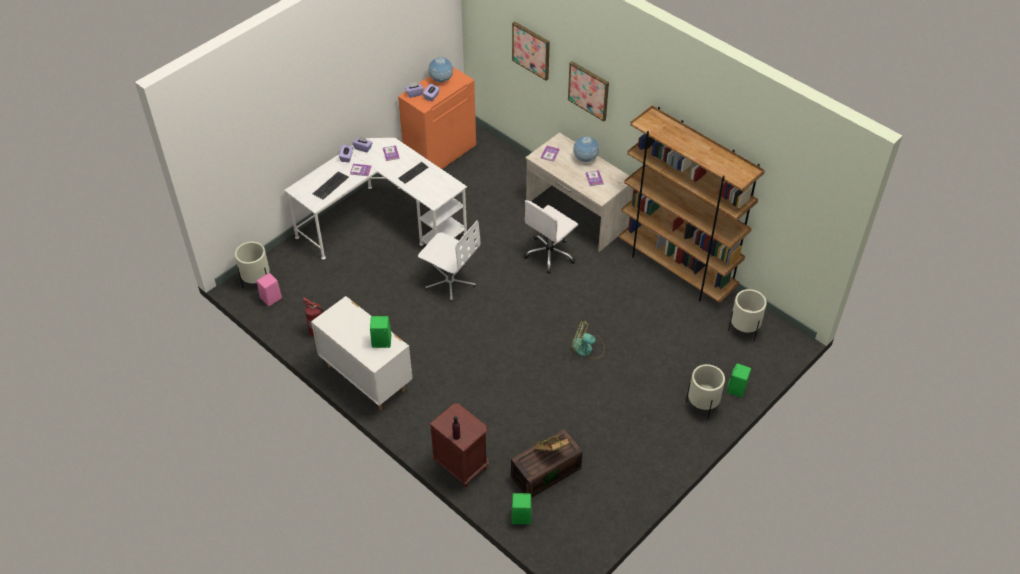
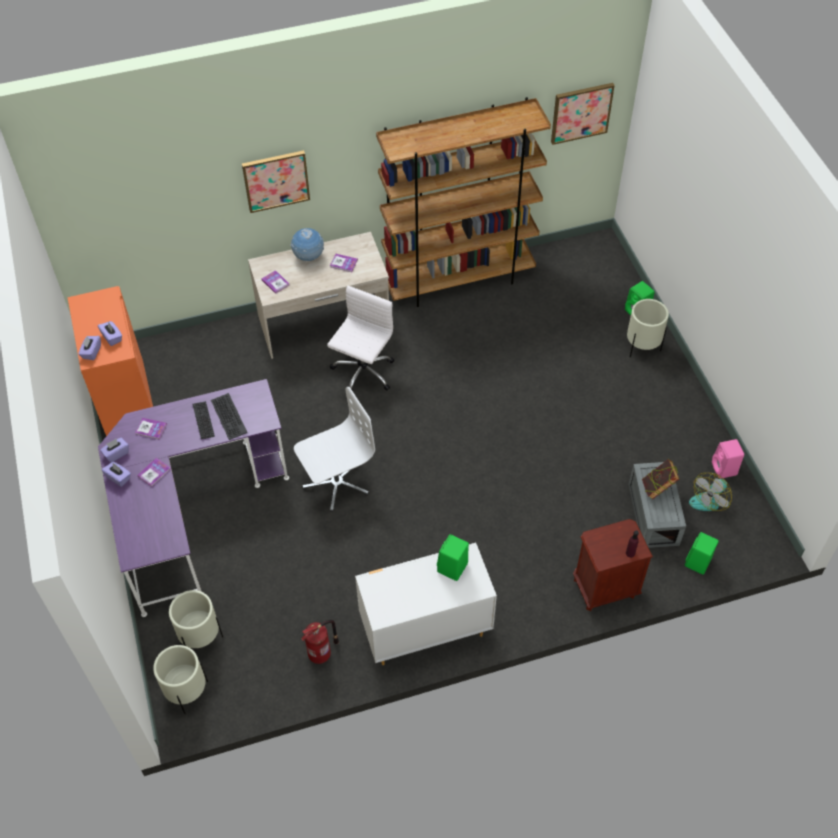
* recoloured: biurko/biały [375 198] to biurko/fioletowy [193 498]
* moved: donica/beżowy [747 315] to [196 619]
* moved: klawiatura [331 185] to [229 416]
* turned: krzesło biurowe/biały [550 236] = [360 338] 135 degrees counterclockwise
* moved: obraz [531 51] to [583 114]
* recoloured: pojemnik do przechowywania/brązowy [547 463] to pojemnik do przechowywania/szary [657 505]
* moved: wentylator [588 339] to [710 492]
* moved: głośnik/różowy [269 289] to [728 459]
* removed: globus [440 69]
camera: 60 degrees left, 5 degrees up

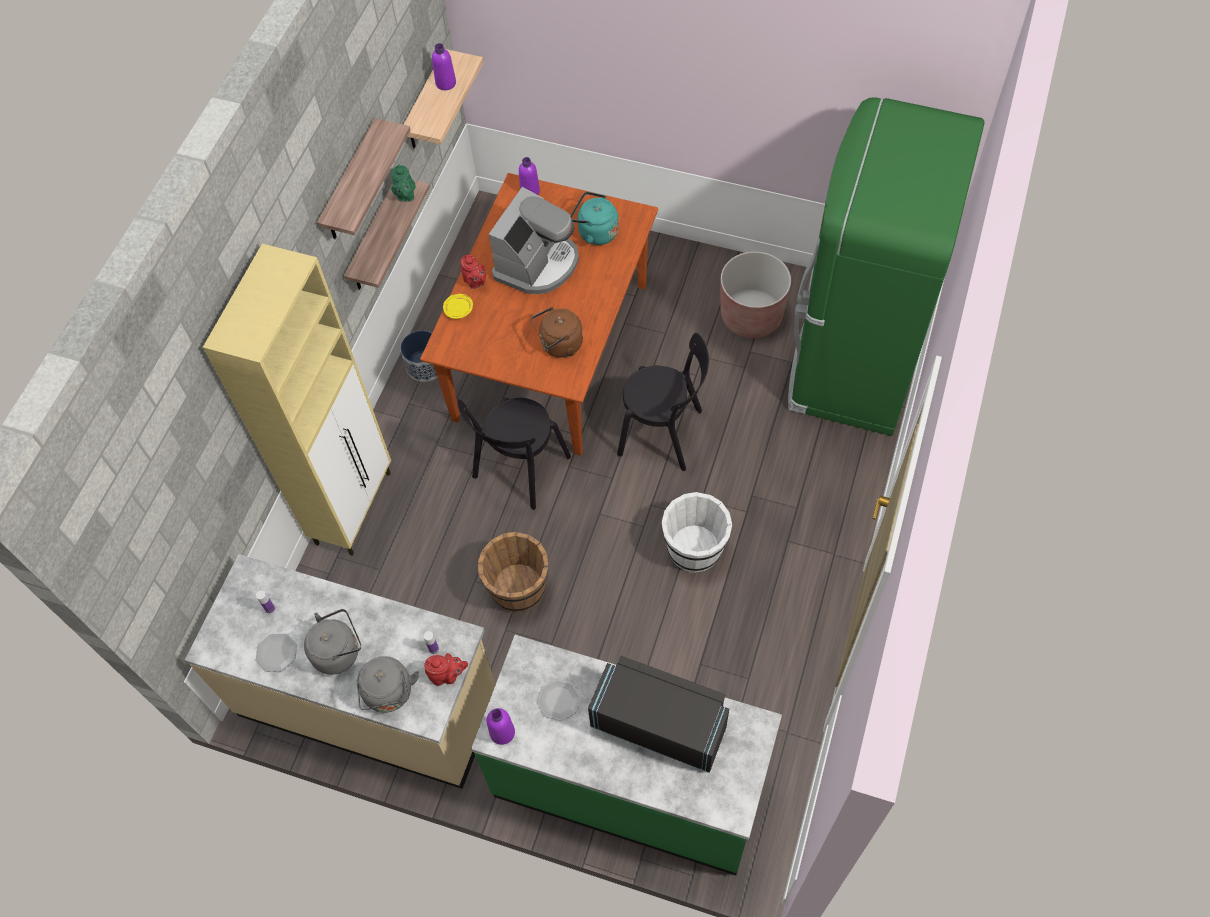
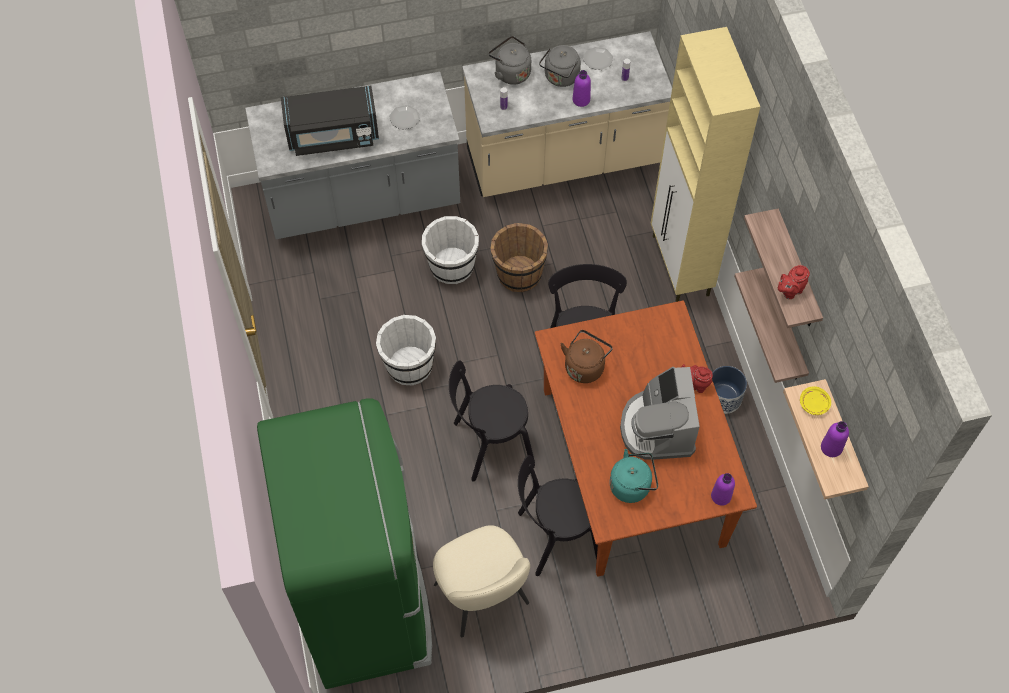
* recoloured: zabudowa kuchenna/zielony [626 755] to zabudowa kuchenna/szary [352 155]
* added: wiadro/biały [450 250]
* replaced: donica/brązowy [755 294] to krzesło/beżowy [481 581]
* added: krzesło/czarny [558 515]
* moved: butelka/fioletowy [501 726] to [582 88]
* moved: imbryk/czerwony [446 669] to [794 282]
* moved: talerz/żółty [458 306] to [815 400]
* removed: imbryk/zielony [403 183]
camera: 145 degrees right, 0 degrees up

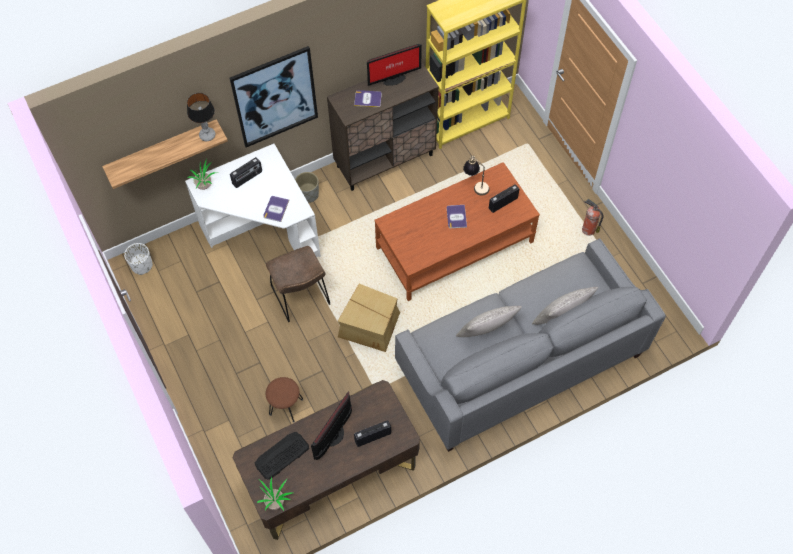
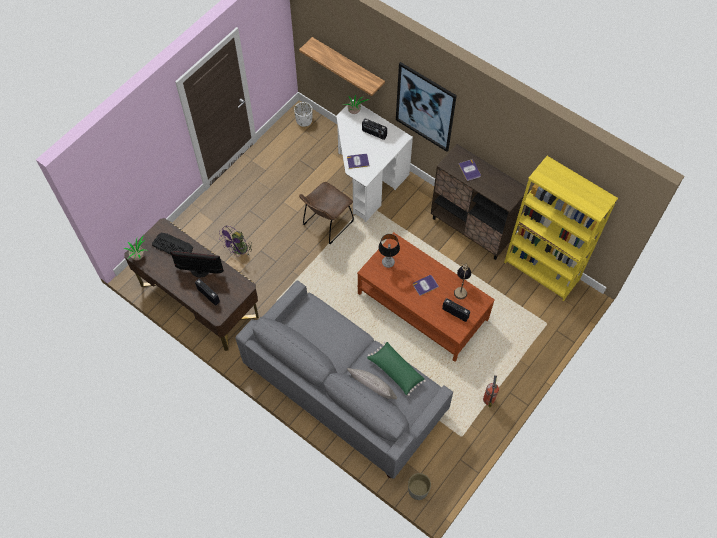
* replaced: stołek/brązowy [284 400] to wentylator/fioletowy [236 241]
* added: poduszka/zielony [396 368]
* moved: lampa stołowa [201 117] to [389 251]
* moved: donica/szary [307 187] to [419 486]
* removed: karton [369 318]
* removed: monitor [394 65]
* removed: poduszka/szary [489 321]
camera: 65 degrees right, 0 degrees up

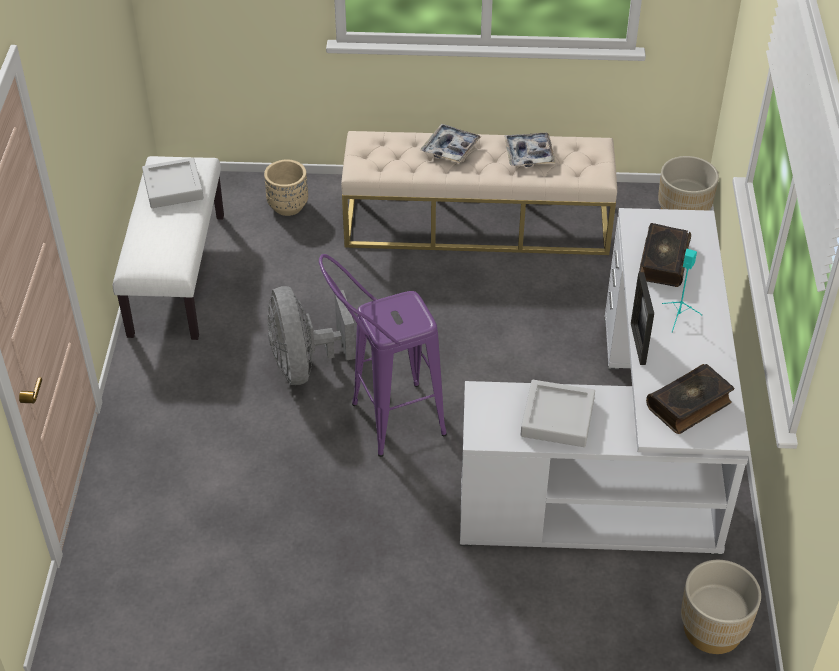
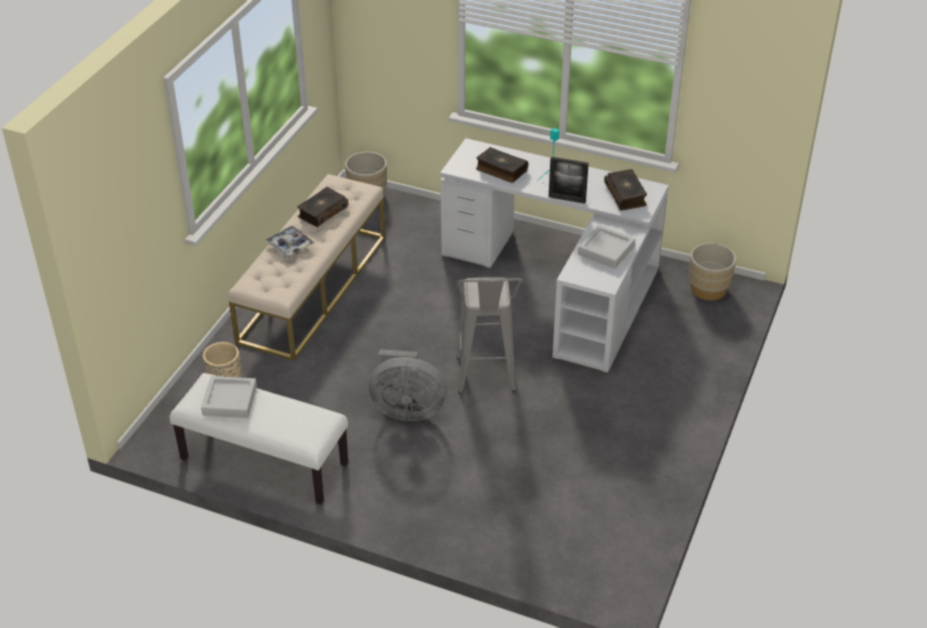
* replaced: taca [530 150] to książka [322 207]
* recoloured: stołek/fioletowy [383 355] to stołek/szary [489 335]
camera: 70 degrees left, 5 degrees down

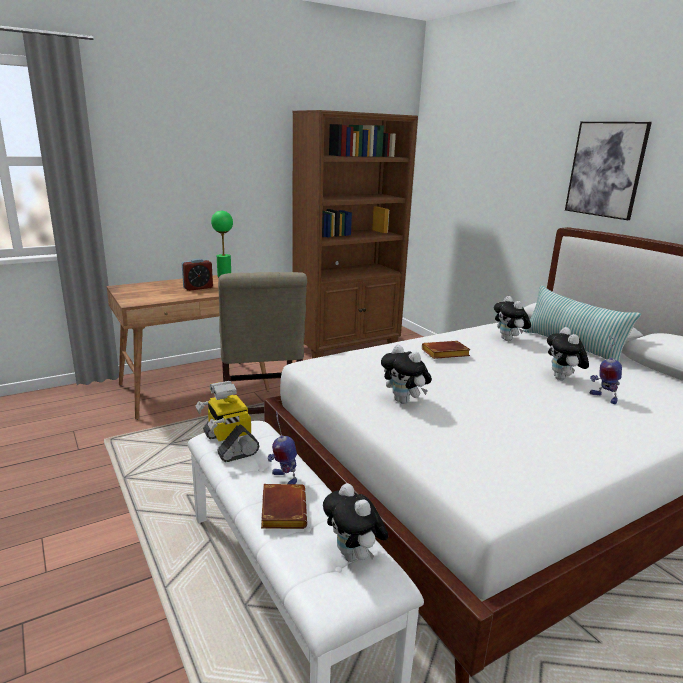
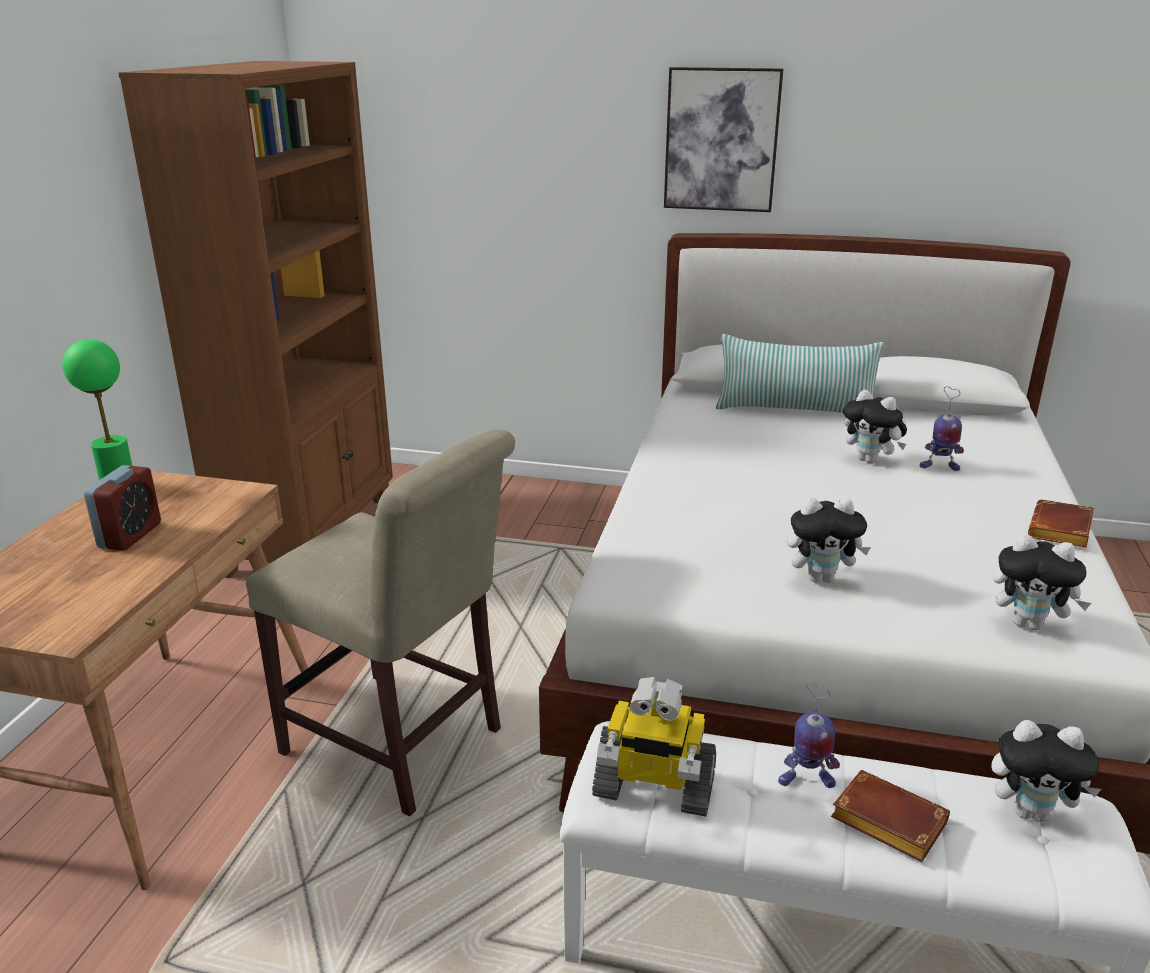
* moved: pluszak [512 318] to [1042 582]
* moved: książka/brązowy [446 350] to [1061 523]
camera: 45 degrees left, 5 degrees up

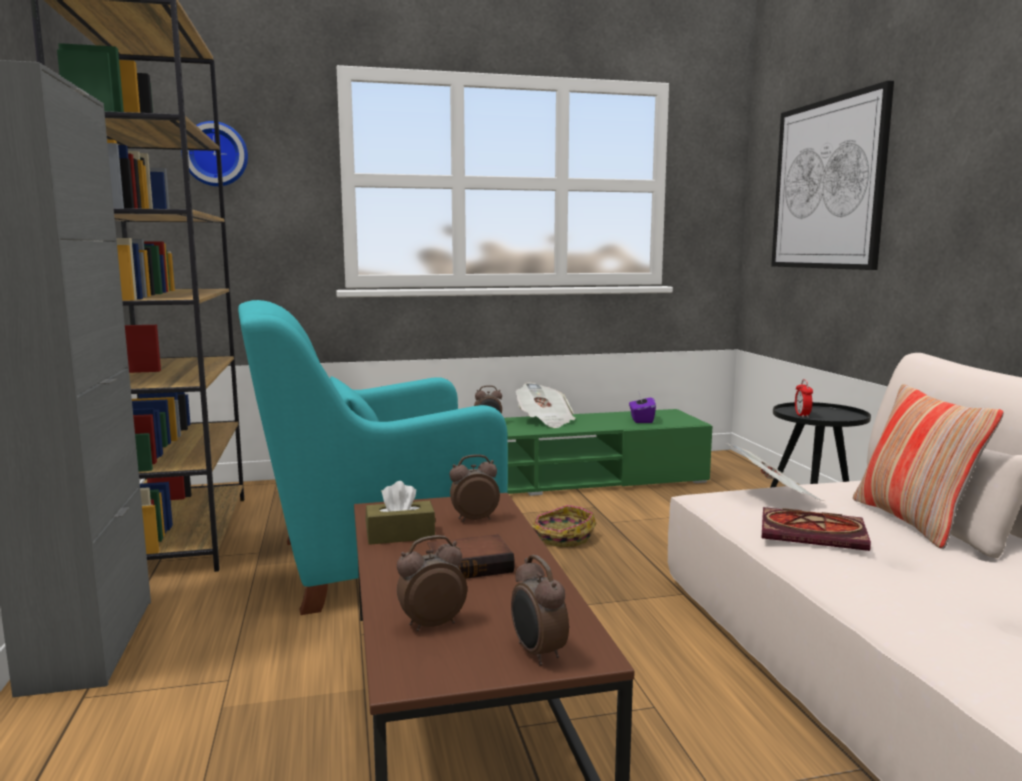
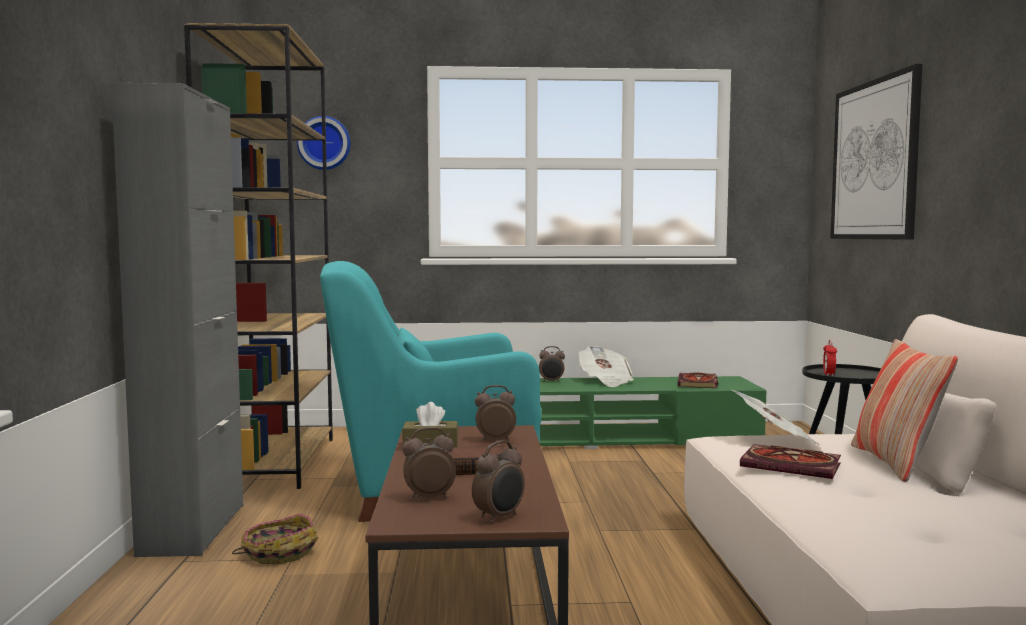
* moved: koszyk [564 526] to [275 539]
* turned: budzik [540 610] = [498 481] 120 degrees counterclockwise
* replaced: pudełko chusteczek/fioletowy [642 407] to książka [698 380]
camera: 10 degrees right, 5 degrees down

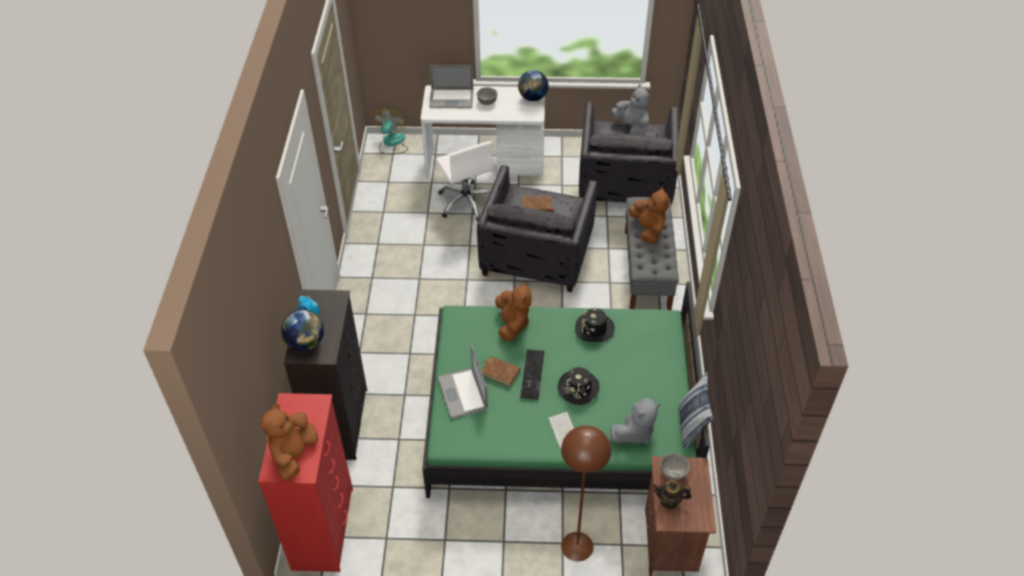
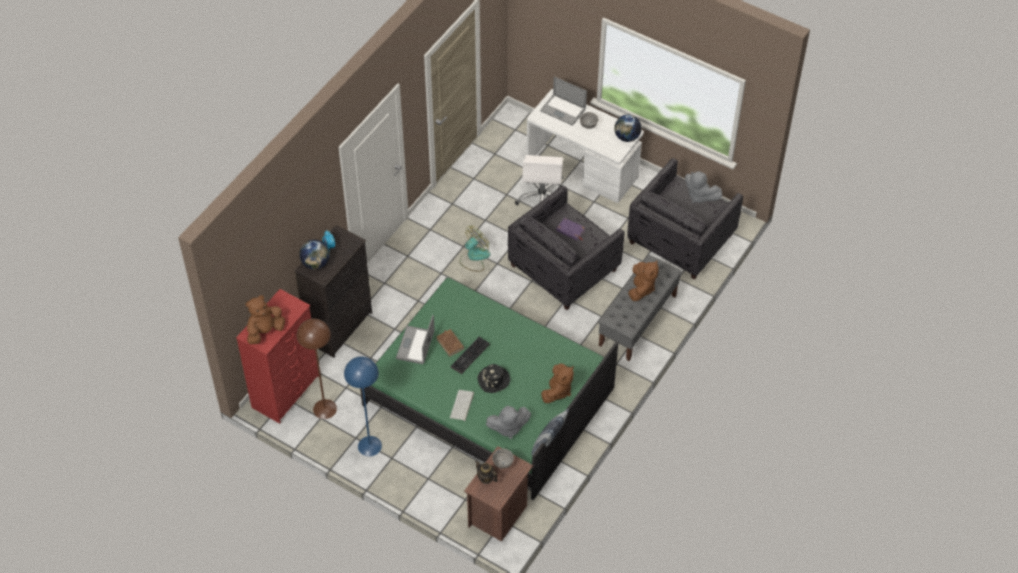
* moved: lampa stojąca/brązowy [586 493] to [317 368]
* added: lampa stojąca/niebieski [363 406]
* moved: wentylator [391 131] to [475 249]
* moved: pluszak/brązowy [513 311] to [557 383]
* recoloured: książka/brązowy [539 204] to książka/fioletowy [570 229]
* turned: pluszak/szary [630 110] = [703 187] 135 degrees clockwise
* removed: kapelusz/czarny [595 325]
camera: 30 degrees right, 5 degrees up

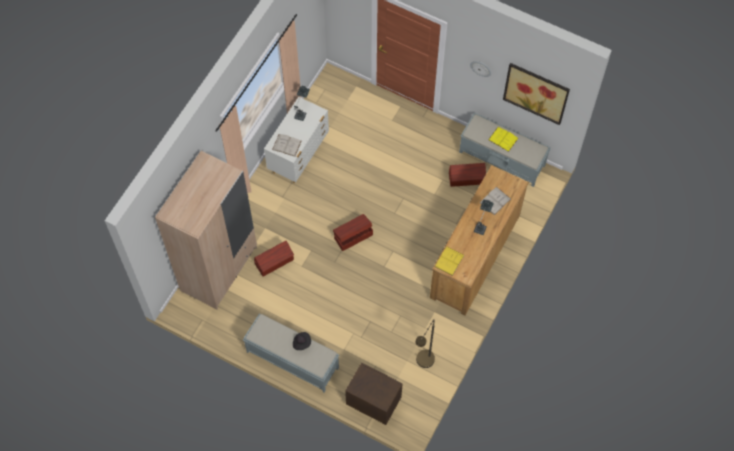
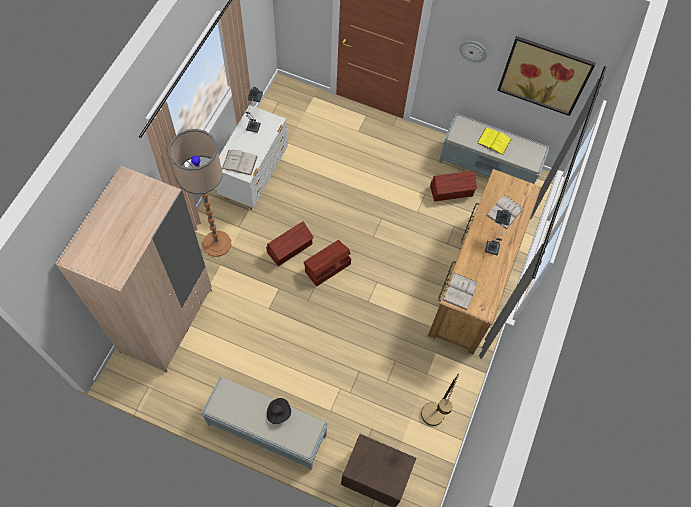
* added: lampa stojąca [199 193]
* moved: pojemnik do przechowywania/brązowy [274 259] to [290 243]
* recoloured: książka/żółty [449 261] to książka/biały [460 291]
camera: 10 degrees left, 0 degrees up

